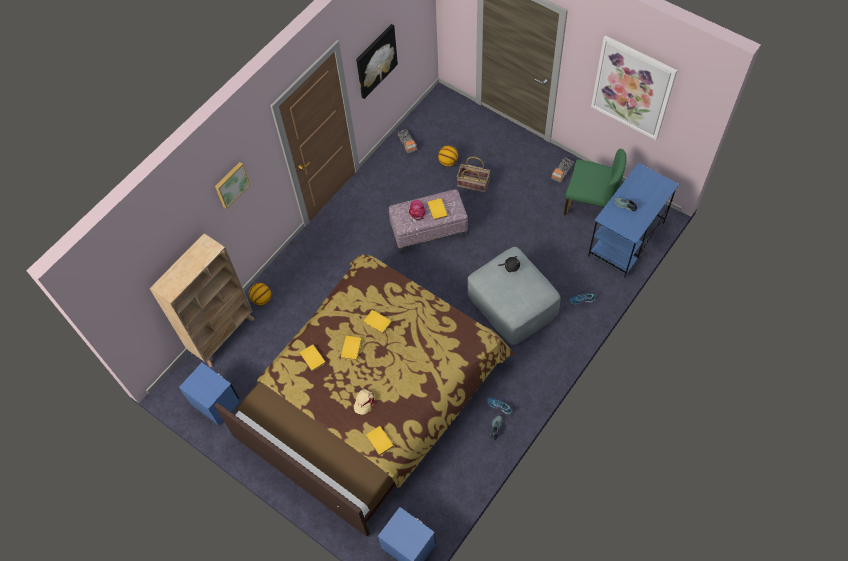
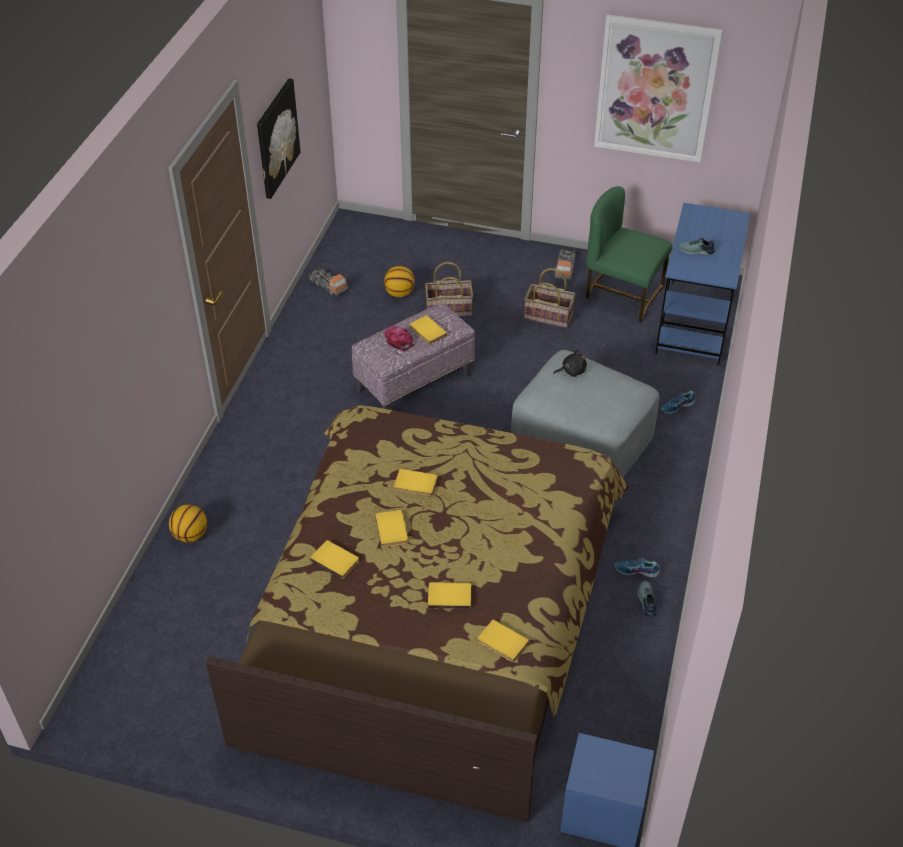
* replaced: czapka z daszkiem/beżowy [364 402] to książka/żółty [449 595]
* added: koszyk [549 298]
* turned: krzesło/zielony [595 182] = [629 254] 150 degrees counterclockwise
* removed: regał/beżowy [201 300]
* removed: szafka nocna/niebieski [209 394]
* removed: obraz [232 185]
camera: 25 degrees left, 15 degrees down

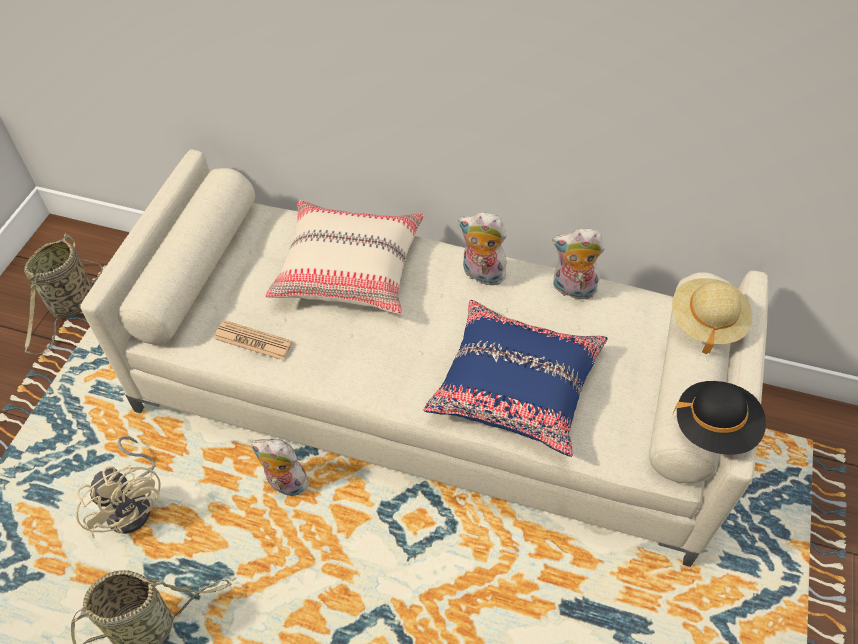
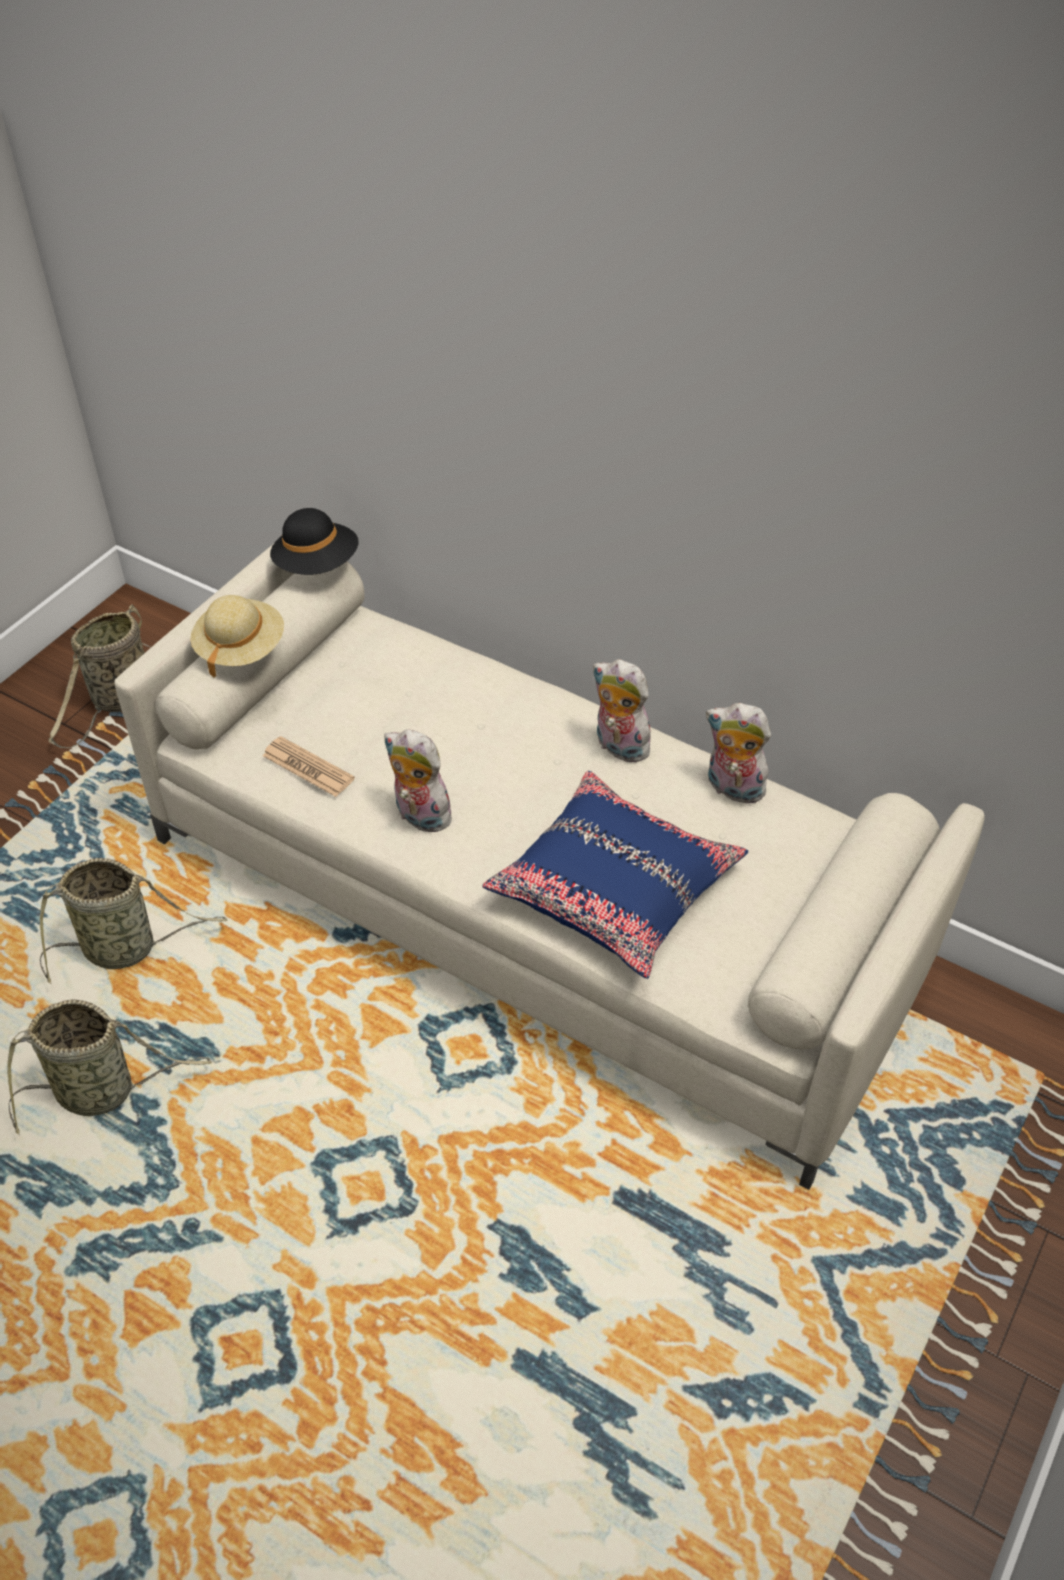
* replaced: wentylator/beżowy [118 487] to koszyk [133 921]
* moved: kapelusz/beżowy [712 316] to [237 636]
* moved: kapelusz/czarny [719 418] to [314 541]
* moved: pluszak [281 467] to [421 780]
* removed: poduszka/beżowy [344 257]
camera: 15 degrees right, 5 degrees down

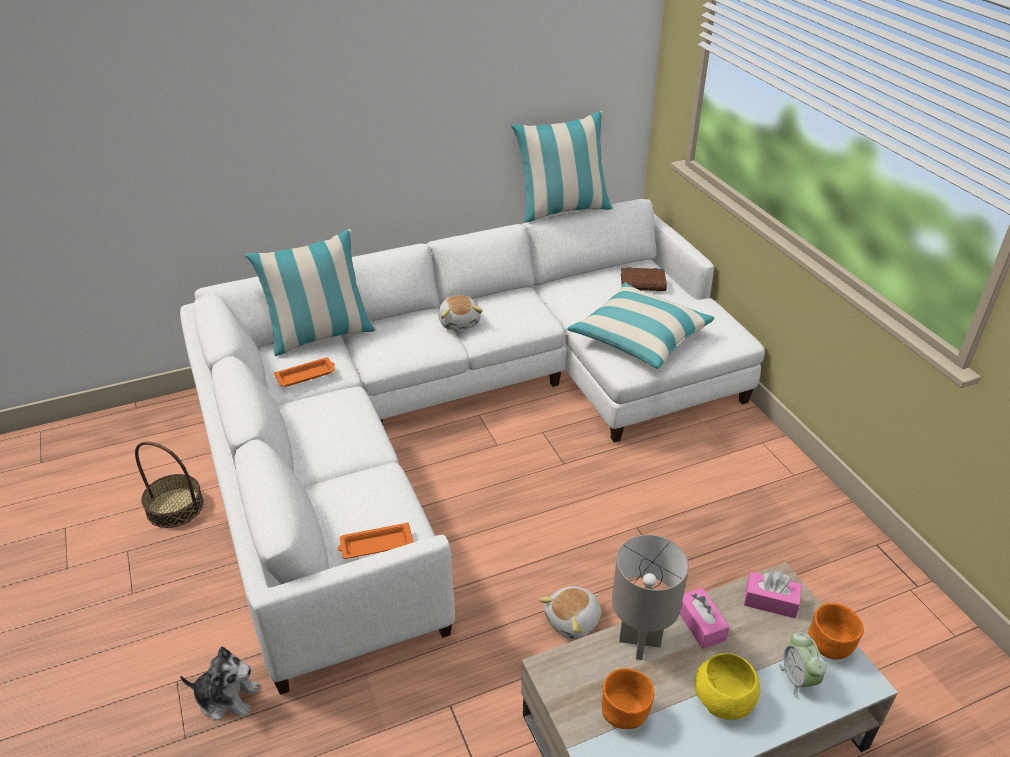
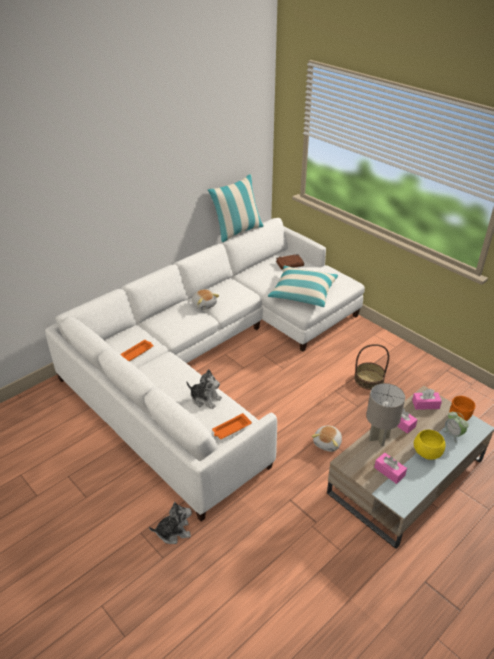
* added: pluszak [204 389]
* moved: koszyk [169 484] to [371 367]
* replaced: miska/pomarańczowy [628 698] to pudełko chusteczek/różowy [390 468]
* removed: poduszka [310 292]
camera: 20 degrees left, 0 degrees up

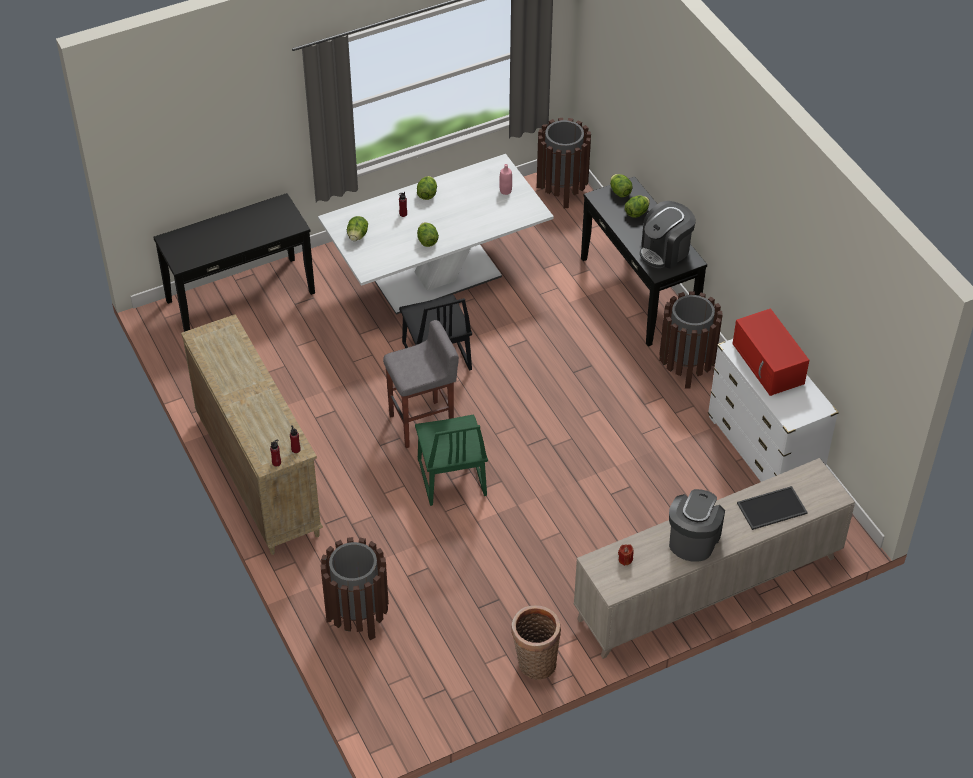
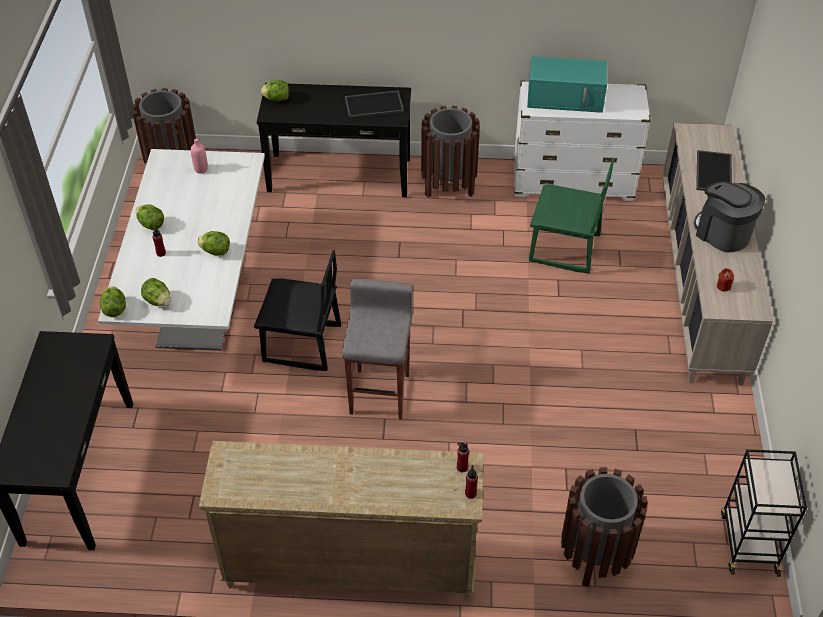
* moved: sałata [637 207] to [113 301]
* replaced: ekspres do kawy [668 235] to taca [374 104]
* recoloured: mikrofalówka/czerwony [771 352] to mikrofalówka/turkusowy [567 84]
* moved: krzesło/zielony [451 460] to [571 215]
* added: wózek/czarny [764 513]
* removed: koszyk [536 642]
camera: 60 degrees left, 0 degrees up

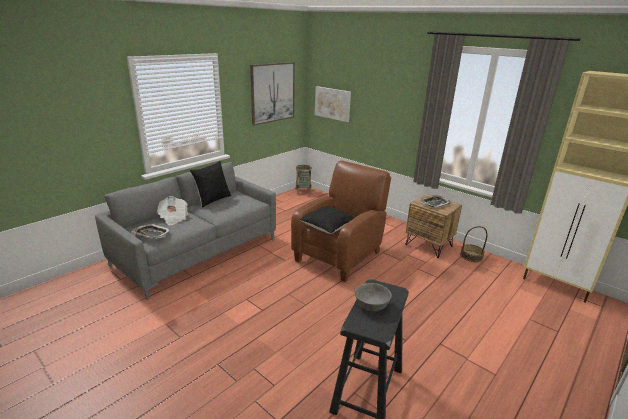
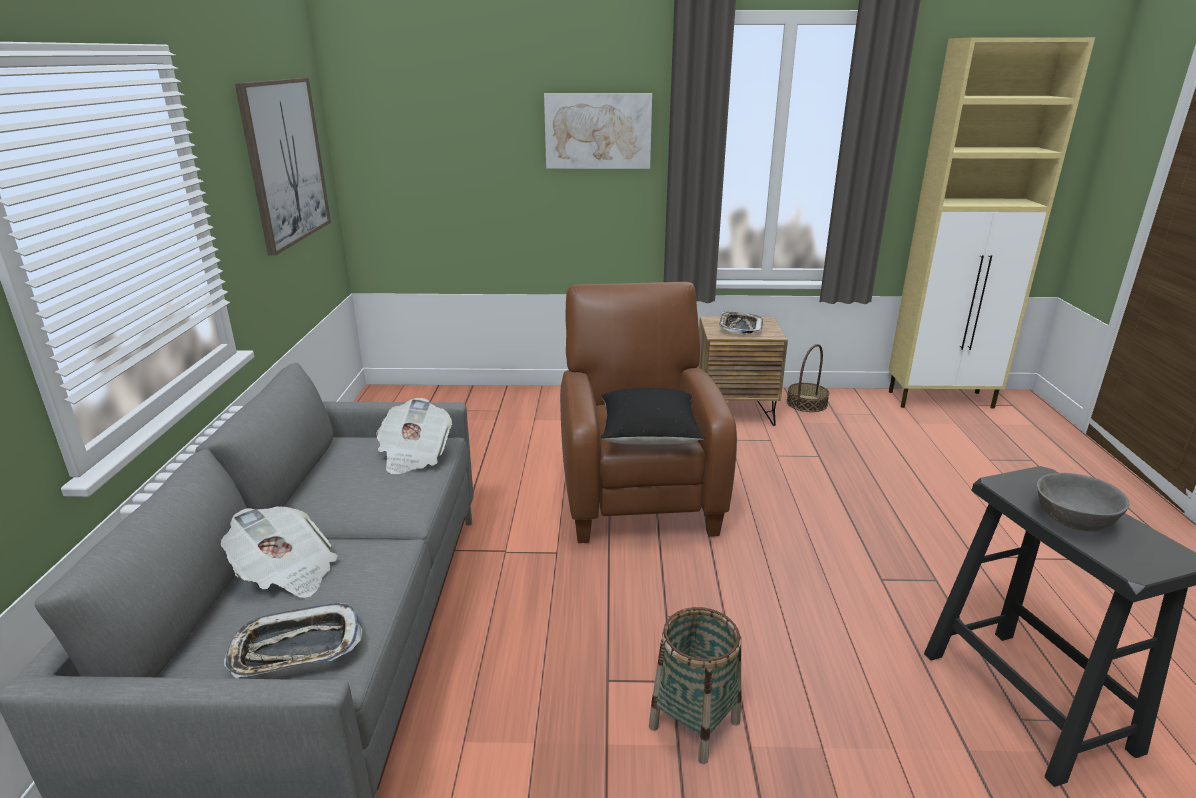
* added: gazeta [414 436]
* moved: obraz [333 104] to [598 131]
* moved: koszyk [304 179] to [695 685]
* removed: poduszka/czarny [210 184]
camera: 40 degrees left, 0 degrees up

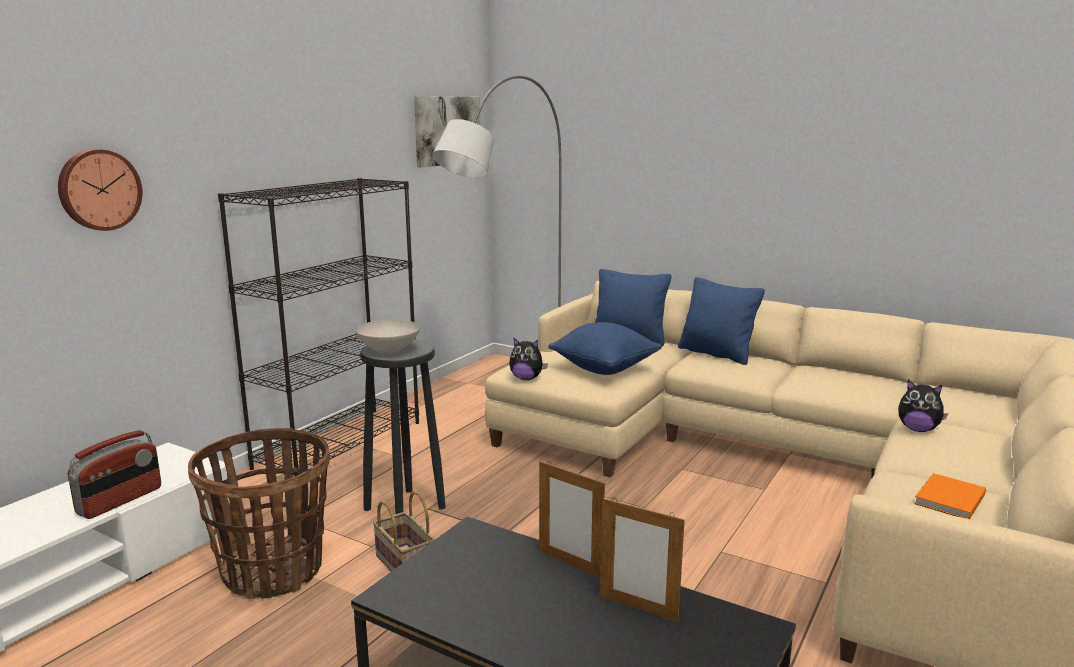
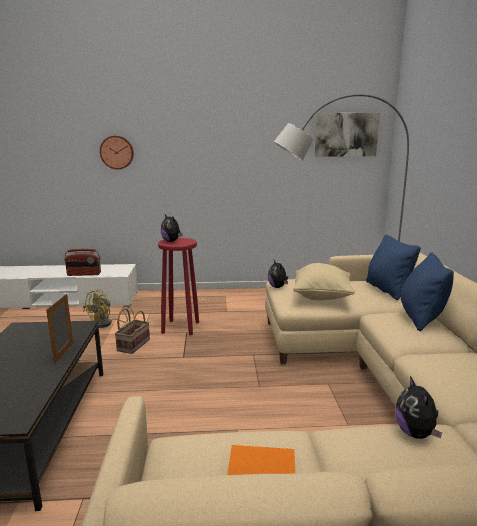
* replaced: koszyk [259 513] to wentylator/żółty [109 308]
* recoloured: stołek/czarny [403 426] to stołek/czerwony [178 286]
* replaced: miska/biały [388 337] to pluszak [172 228]
* recoloured: poduszka/niebieski [605 348] to poduszka/beżowy [324 281]
* removed: regał/czarny [318 327]
* removed: ramka na zdjęcie [642 560]
camera: 55 degrees right, 0 degrees up

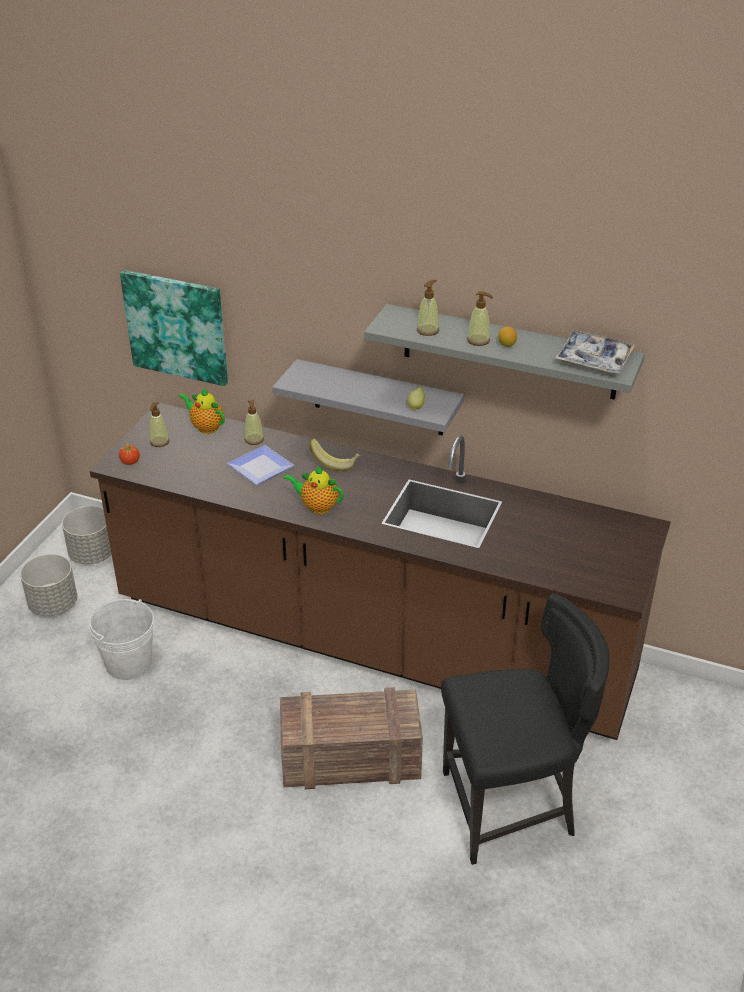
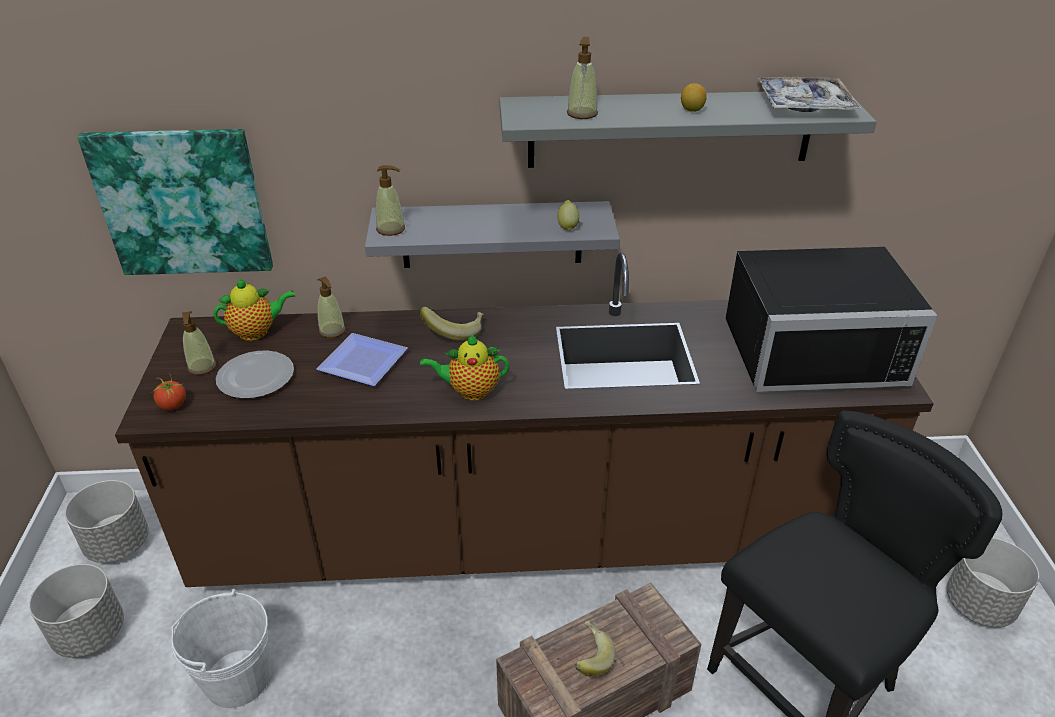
* turned: imbryk [201 411] = [254 309] 150 degrees clockwise
* added: talerz [255 375]
* moved: dozownik mydła [480 318] to [390 200]
* added: banan [595 648]
* added: mikrofalówka/czarny [831 319]
* added: donica/szary [993 582]
camera: 25 degrees left, 0 degrees up

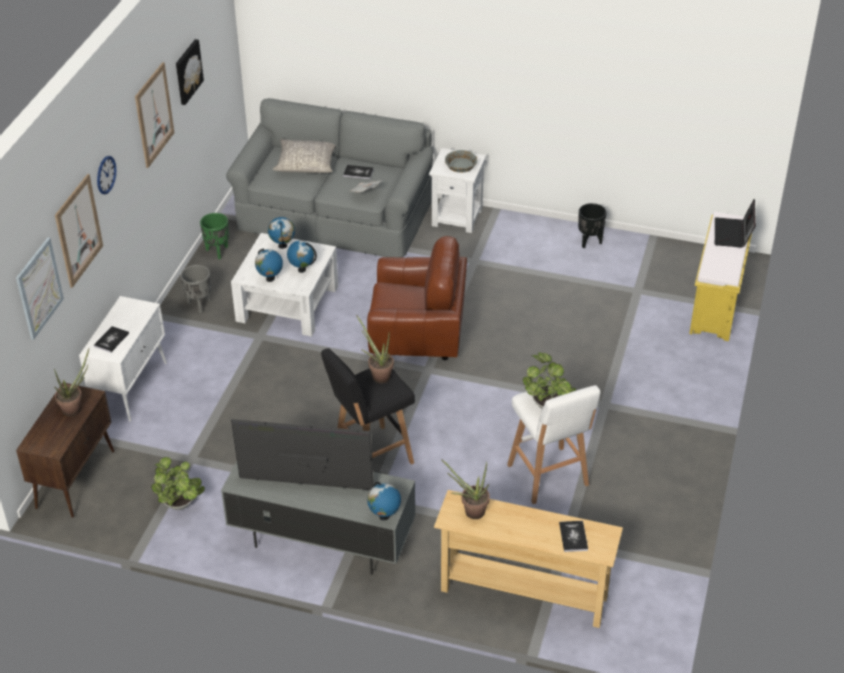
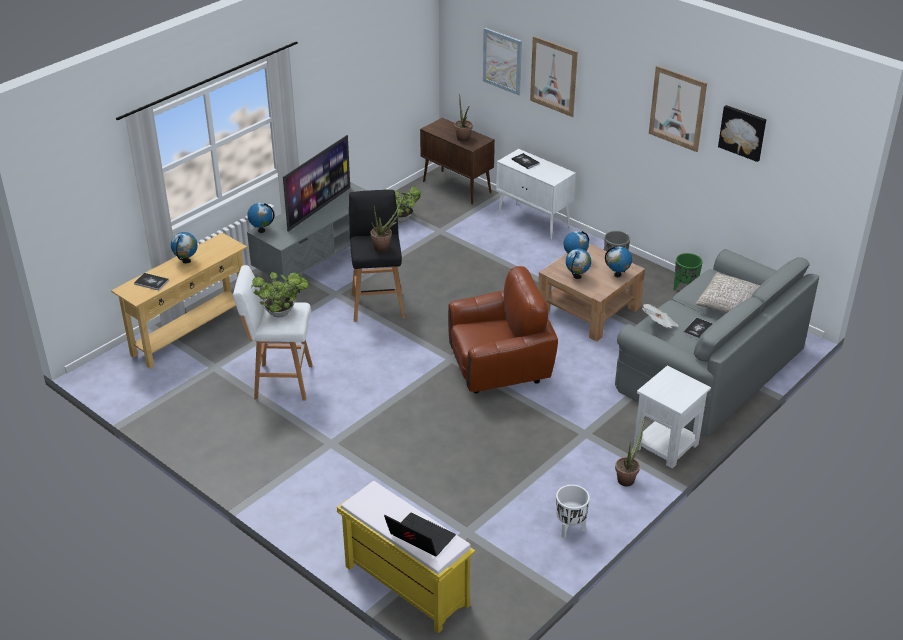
* added: globus [184 247]
* turned: fotel/brązowy [417 298] = [503 330] 135 degrees counterclockwise
* recoloured: ława/biały [284 285] to ława/brązowy [591 292]
* recoloured: donica/czarny [592 225] to donica/biały [573 511]
* moved: roślina doniczkowa [465 489] to [630 451]
* removed: zegar ścienny [106 175]
* removed: miska/szary [461 161]
camera: 115 degrees right, 5 degrees down

